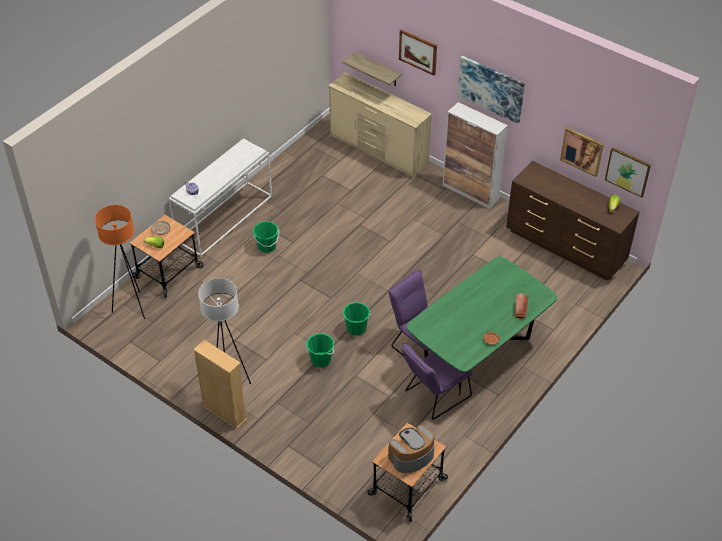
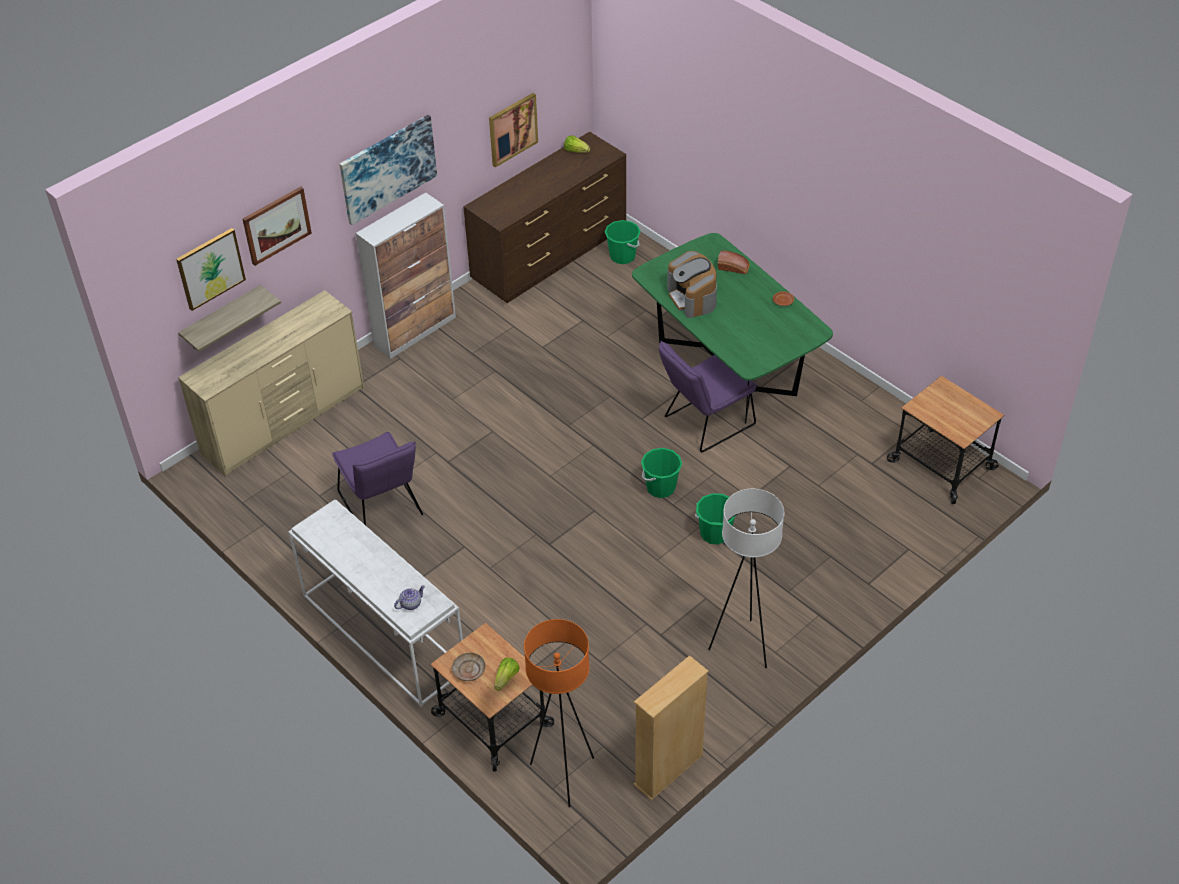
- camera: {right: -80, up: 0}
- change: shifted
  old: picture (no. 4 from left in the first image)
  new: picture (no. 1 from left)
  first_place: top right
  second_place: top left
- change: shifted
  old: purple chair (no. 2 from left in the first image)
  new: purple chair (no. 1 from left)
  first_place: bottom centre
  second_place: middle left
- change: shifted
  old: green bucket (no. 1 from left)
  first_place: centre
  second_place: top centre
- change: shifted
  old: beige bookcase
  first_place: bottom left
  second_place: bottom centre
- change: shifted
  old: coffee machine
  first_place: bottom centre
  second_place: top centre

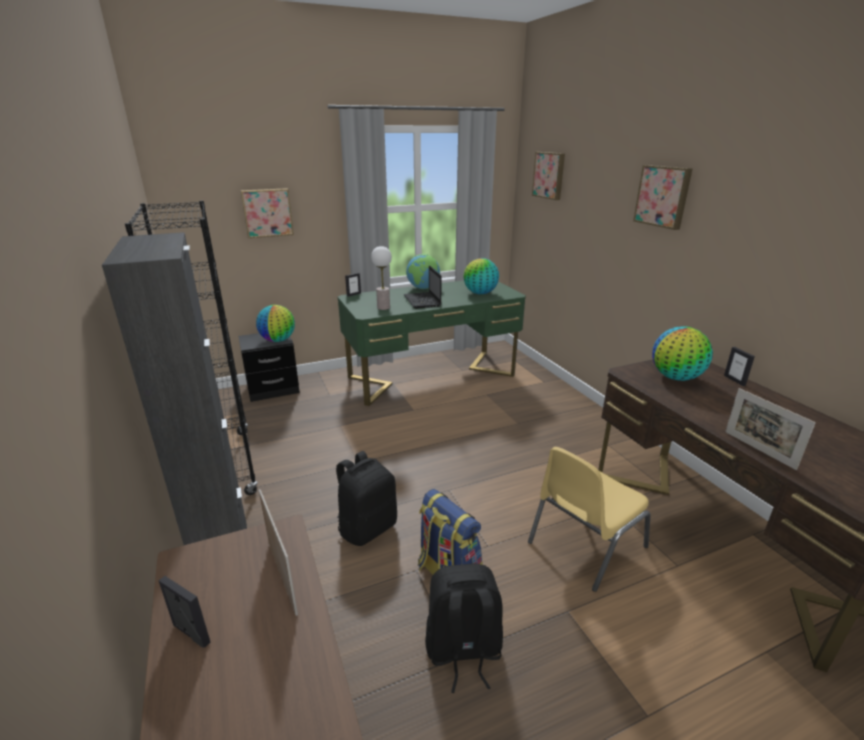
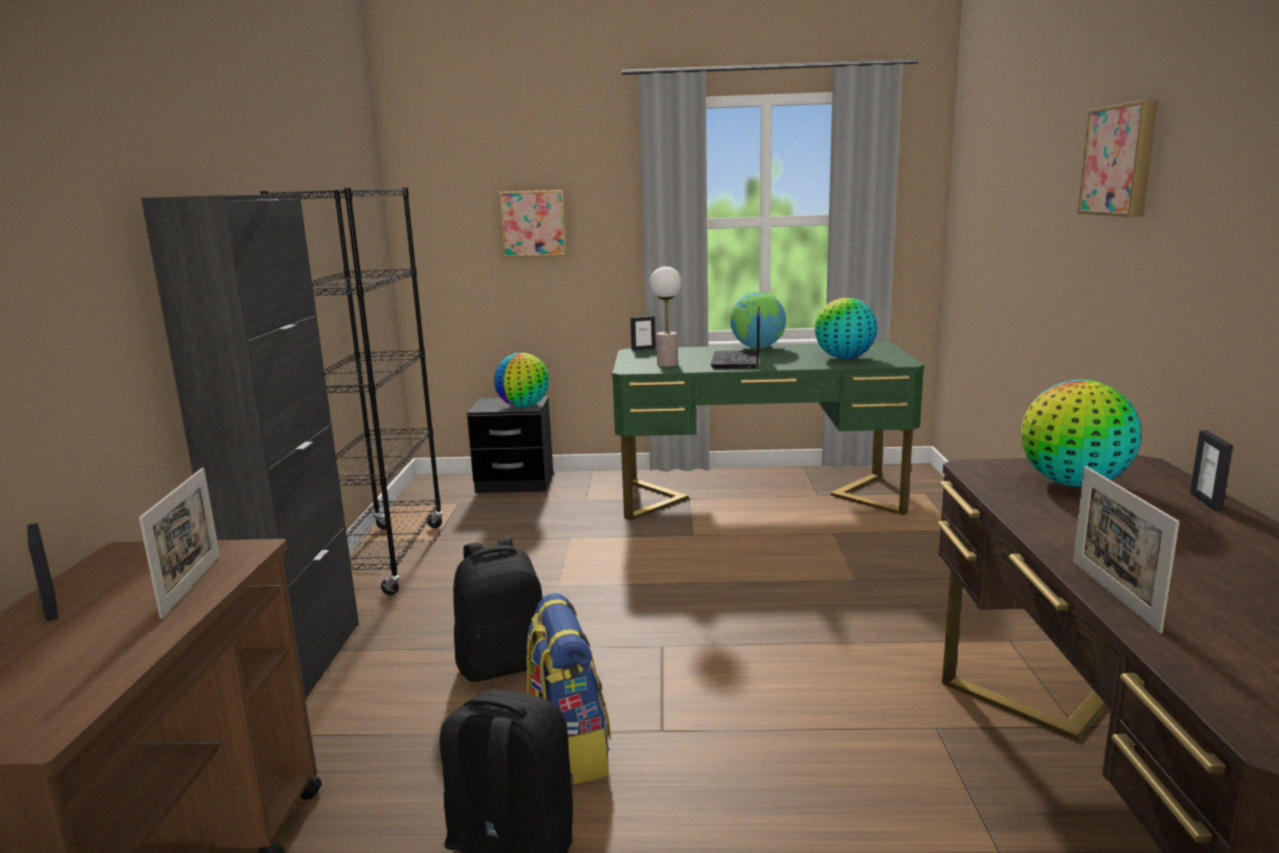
- camera: {right: 25, up: -10}
- change: gone
  old: yellow chair
  first_place: bottom right
- change: gone
  old: picture (no. 2 from left)
  first_place: top centre

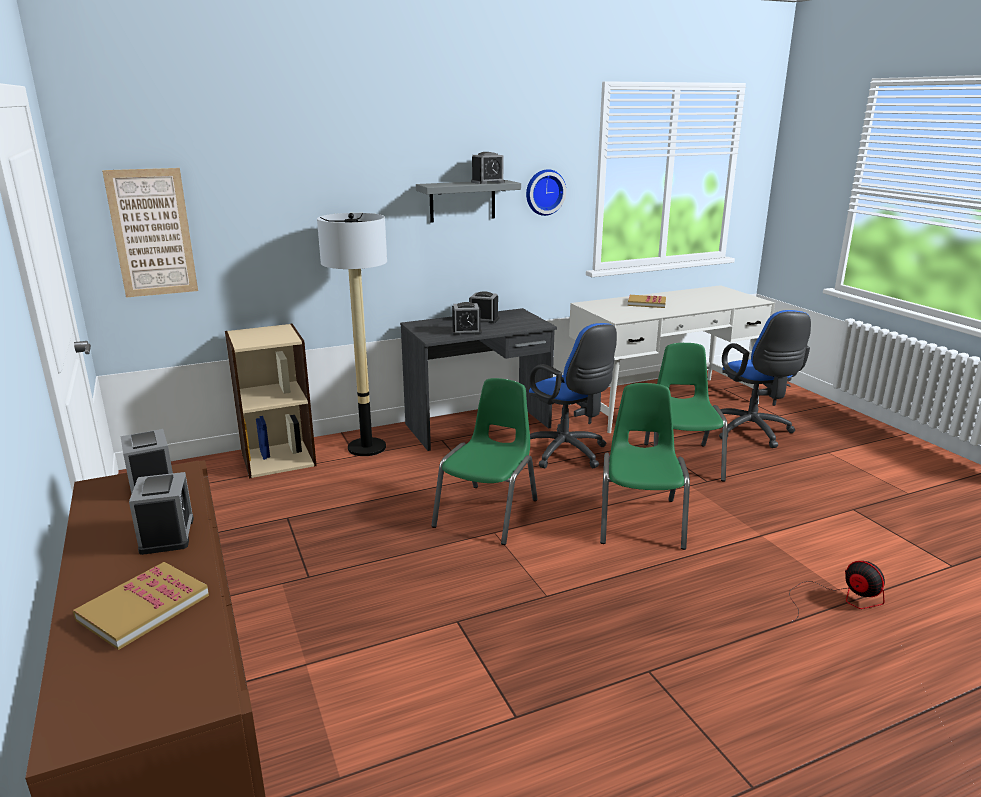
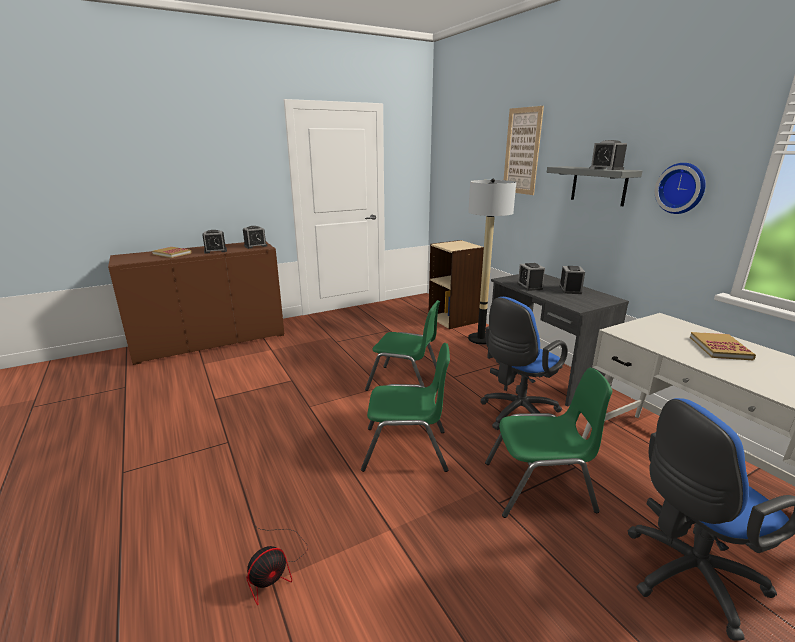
- camera: {right: 85, up: 0}
- change: shifted
  old: picture
  first_place: top left
  second_place: top centre

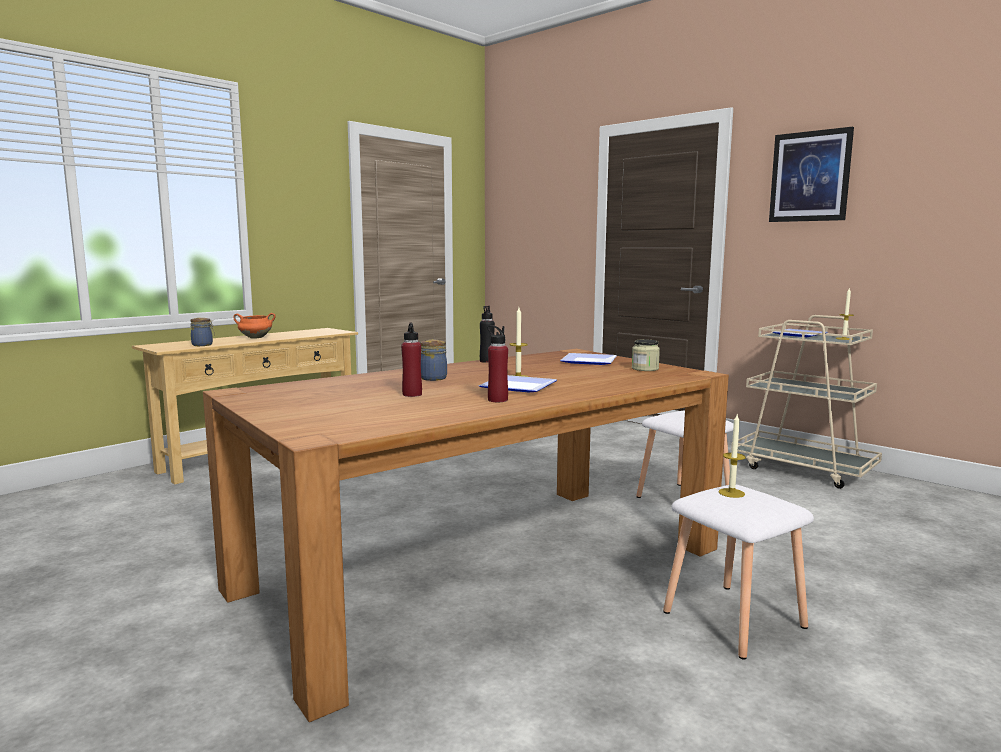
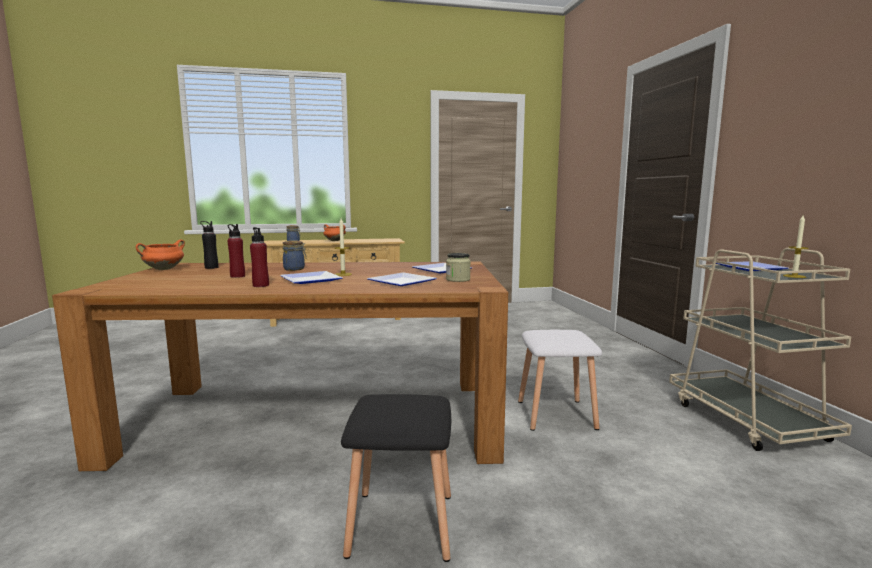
- camera: {right: 35, up: 0}
- change: new
  new: orange cooking pot (no. 1 from left)
  second_place: middle left
- change: shifted
  old: black bottle
  first_place: centre
  second_place: middle left
- change: repainted
  old: white stool (no. 2 from left)
  new: black stool
  first_place: bottom right
  second_place: bottom centre
- change: new
  new: plate (no. 2 from left)
  second_place: centre
- change: gone
  old: candle (no. 2 from left)
  first_place: middle right
- change: gone
  old: picture
  first_place: top right

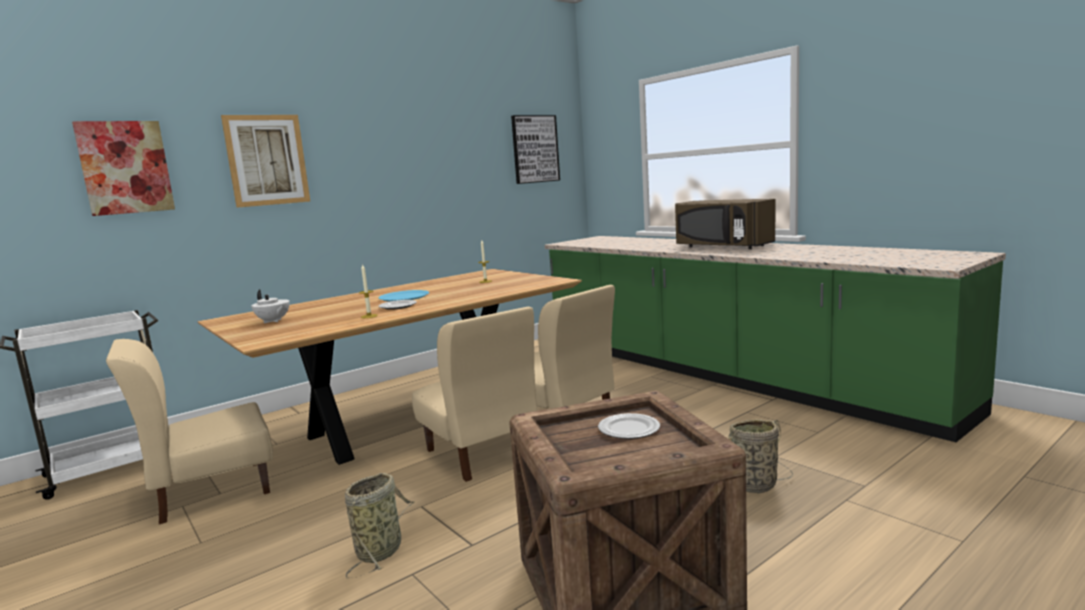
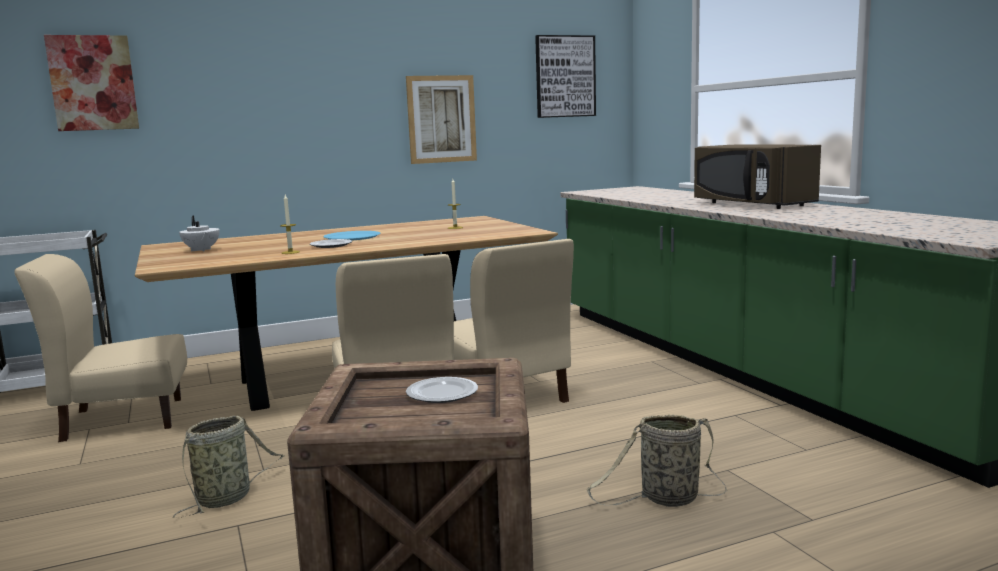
- camera: {right: 15, up: 0}
- change: shifted
  old: picture (no. 2 from left)
  first_place: top left
  second_place: top centre

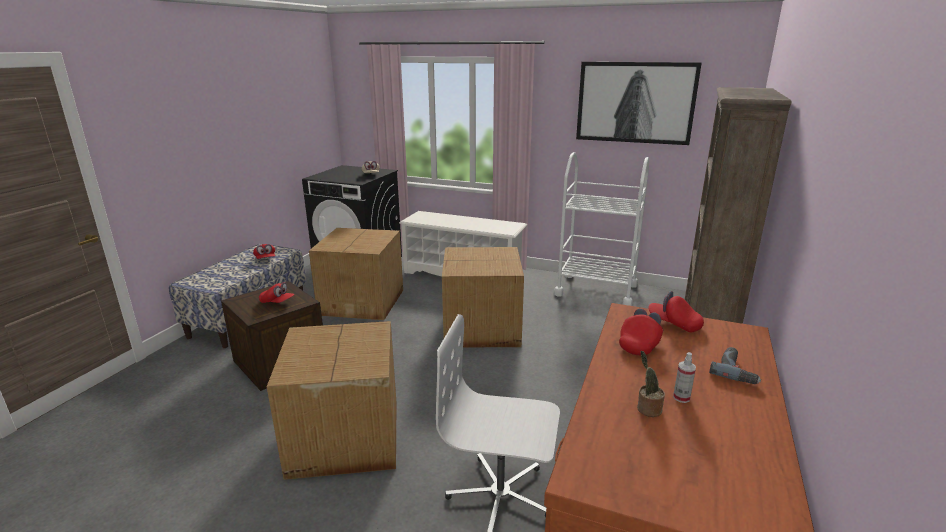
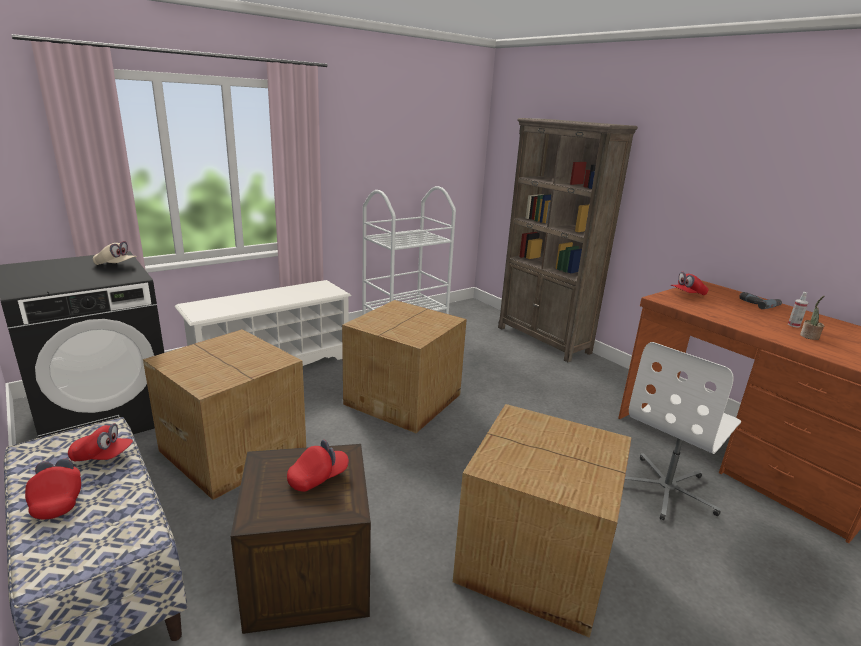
- camera: {right: -60, up: 0}
- change: shifted
  old: red cap (no. 3 from left in the first image)
  new: red cap (no. 1 from left)
  first_place: middle right
  second_place: bottom left
- change: gone
  old: picture
  first_place: top right

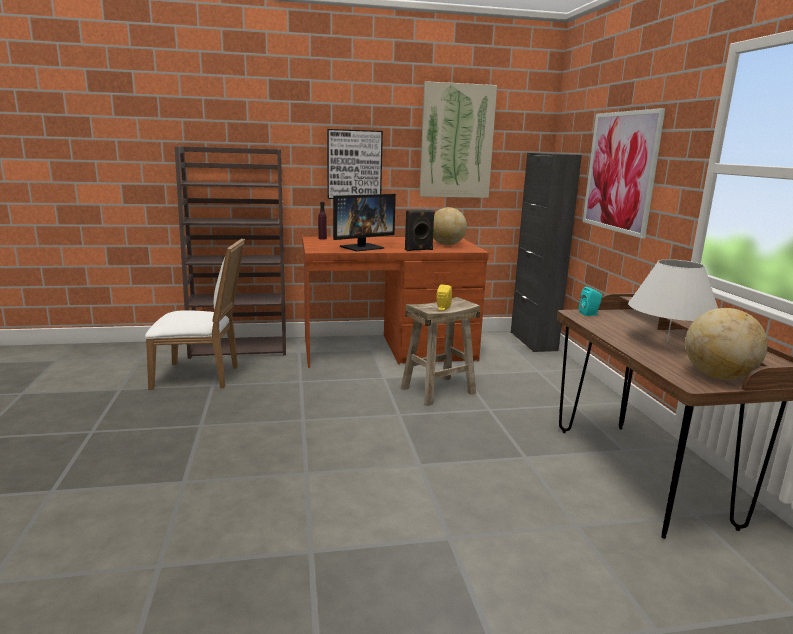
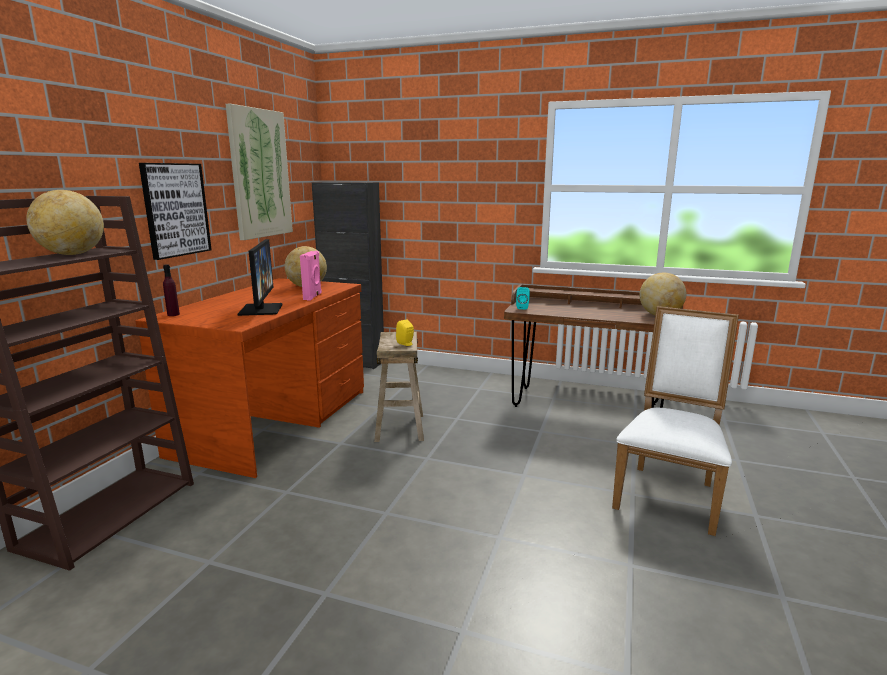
- camera: {right: -60, up: 0}
- change: new
  new: globe (no. 1 from left)
  second_place: top left
- change: repainted
  old: black speaker
  new: pink speaker
  first_place: centre
  second_place: centre
- change: shifted
  old: white chair
  first_place: middle left
  second_place: middle right
- change: gone
  old: picture (no. 3 from left)
  first_place: top right
- change: gone
  old: white table lamp
  first_place: middle right

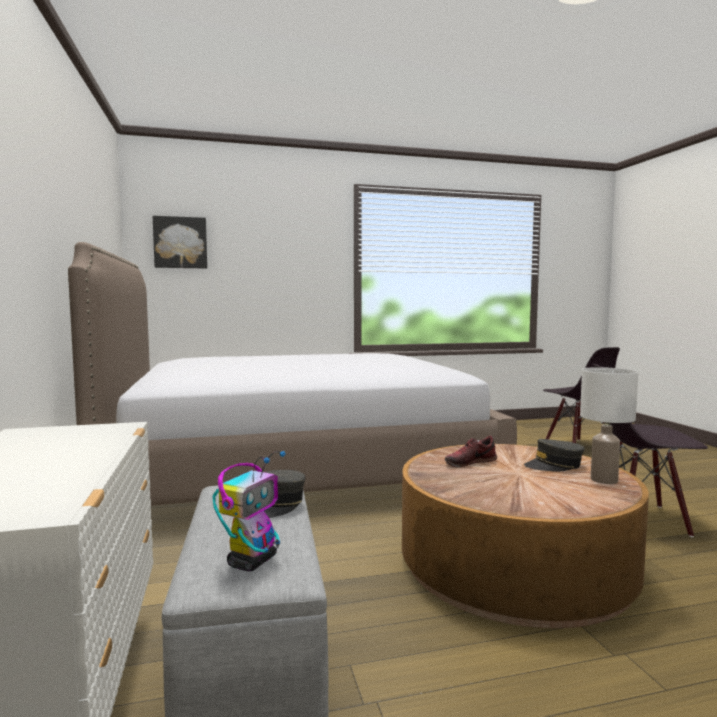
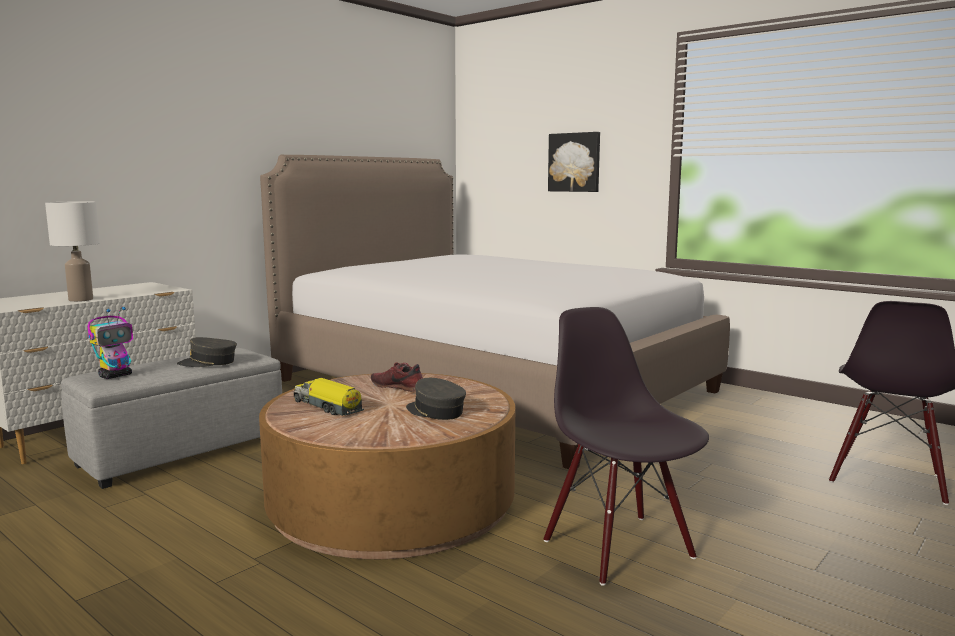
- camera: {right: 55, up: 5}
- change: shifted
  old: white table lamp
  first_place: middle right
  second_place: middle left
- change: rotated
  old: toy robot
  first_place: bottom centre
  second_place: middle left
  degrees: -45
- change: new
  new: toy truck
  second_place: centre
- change: shifted
  old: picture
  first_place: middle left
  second_place: top centre

